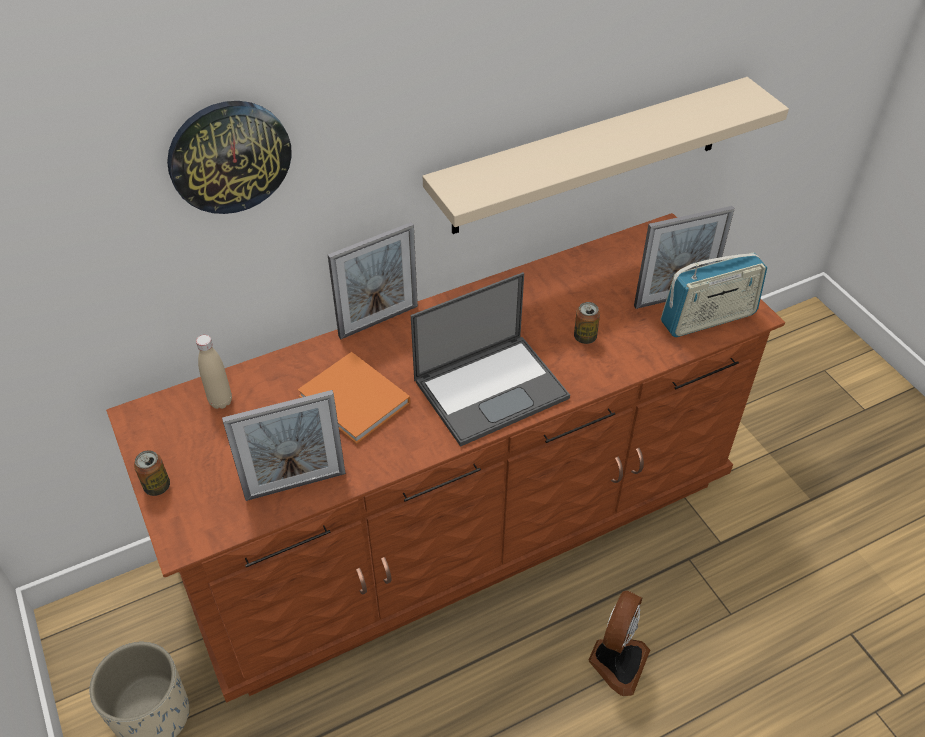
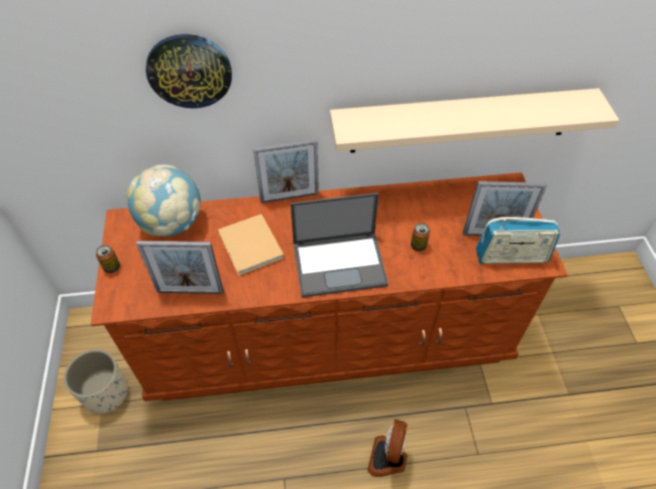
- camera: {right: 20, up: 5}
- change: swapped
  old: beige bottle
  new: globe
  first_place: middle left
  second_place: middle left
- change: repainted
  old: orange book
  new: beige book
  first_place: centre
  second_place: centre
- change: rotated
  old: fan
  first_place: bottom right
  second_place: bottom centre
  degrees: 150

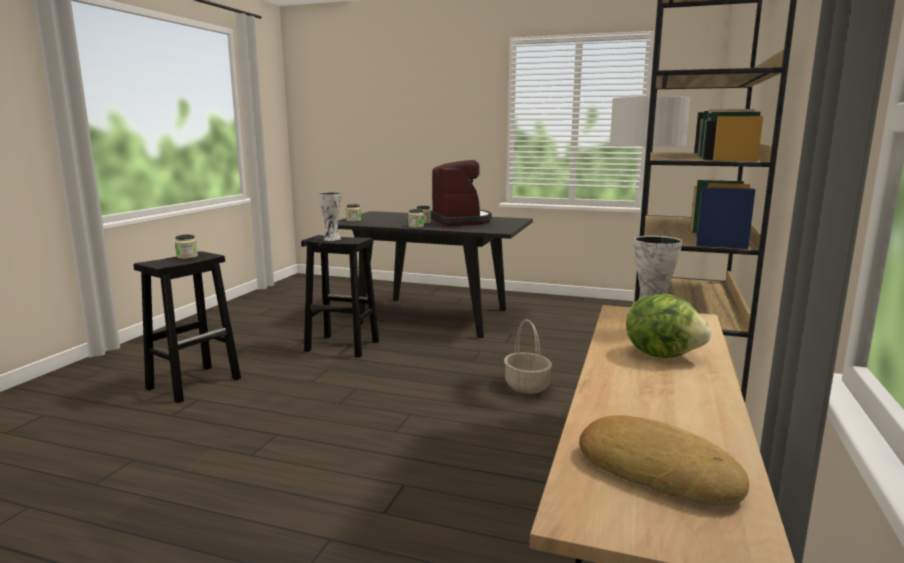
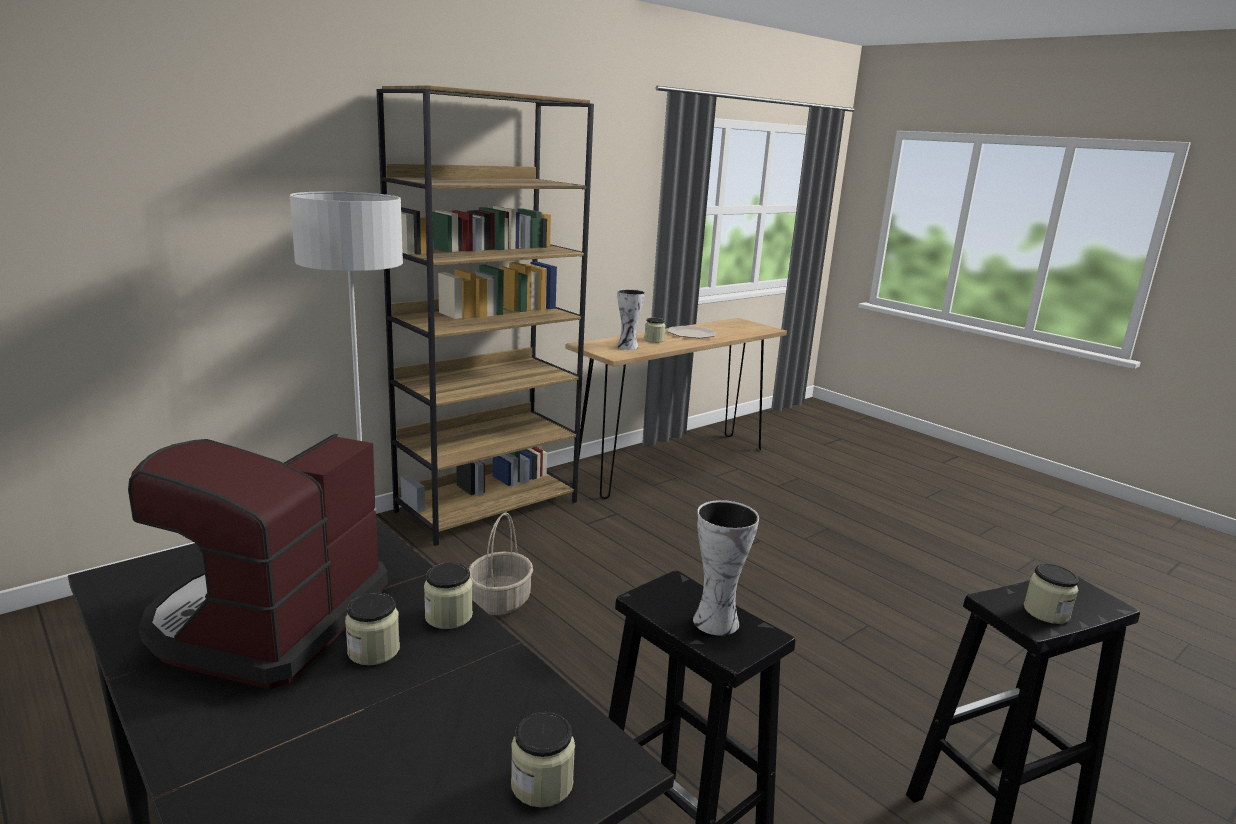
- camera: {right: -150, up: 5}
- change: swapped
  old: lettuce
  new: jar (no. 4 from left)
  first_place: middle right
  second_place: centre
- change: new
  new: plate
  second_place: centre
- change: gone
  old: bread
  first_place: bottom right

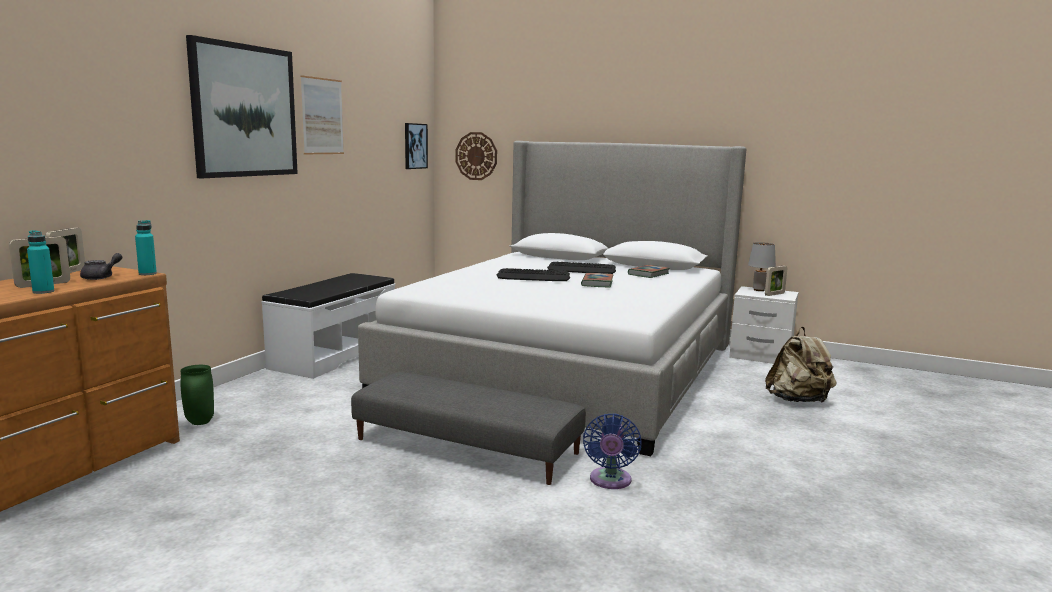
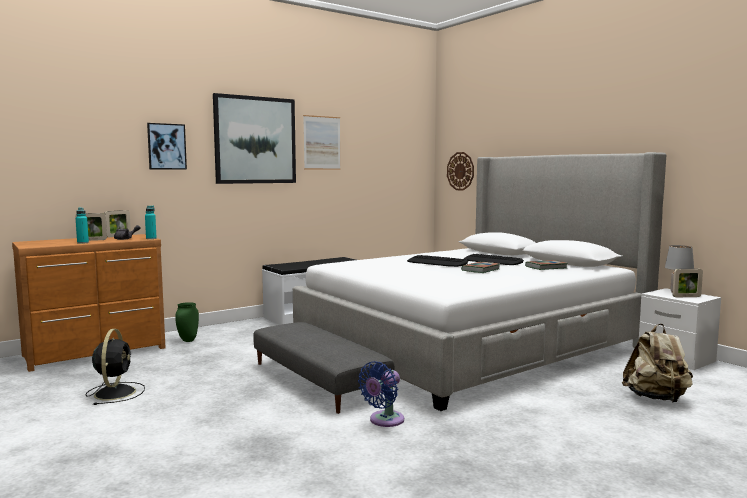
- camera: {right: 30, up: -5}
- change: new
  new: black fan
  second_place: bottom left
- change: shifted
  old: picture (no. 3 from left in the first image)
  new: picture (no. 1 from left)
  first_place: top centre
  second_place: top left

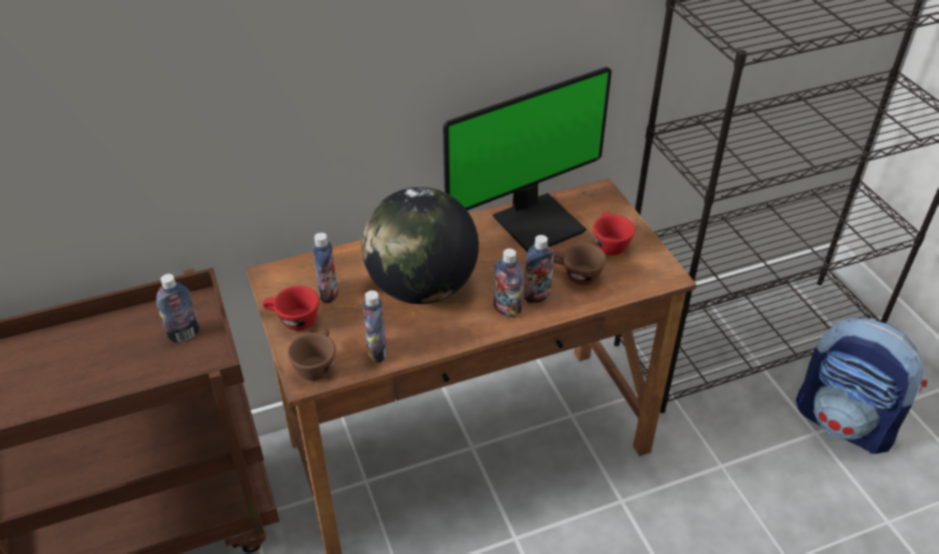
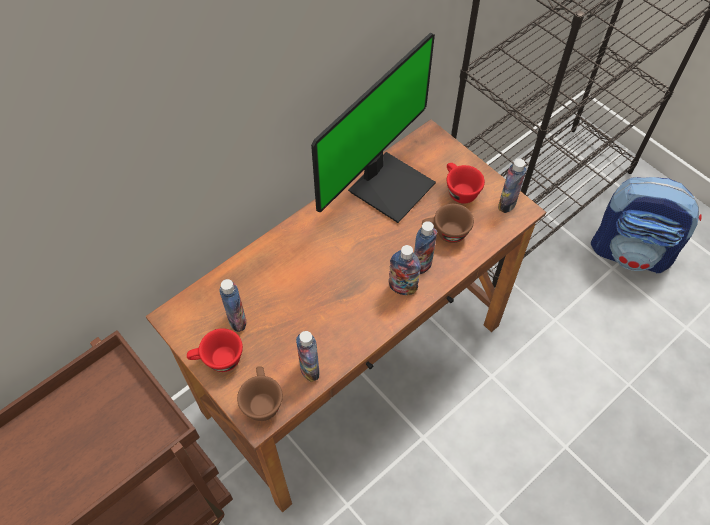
- camera: {right: -20, up: 15}
- change: shifted
  old: bottle (no. 1 from left in the first image)
  new: bottle (no. 5 from left)
  first_place: middle left
  second_place: middle right
- change: gone
  old: globe
  first_place: centre

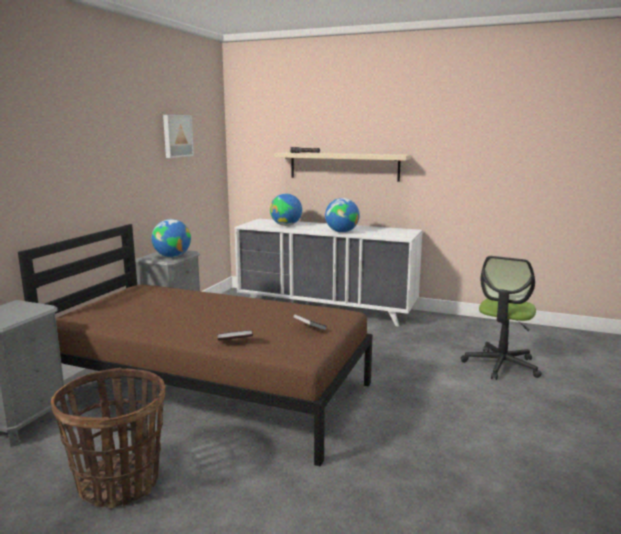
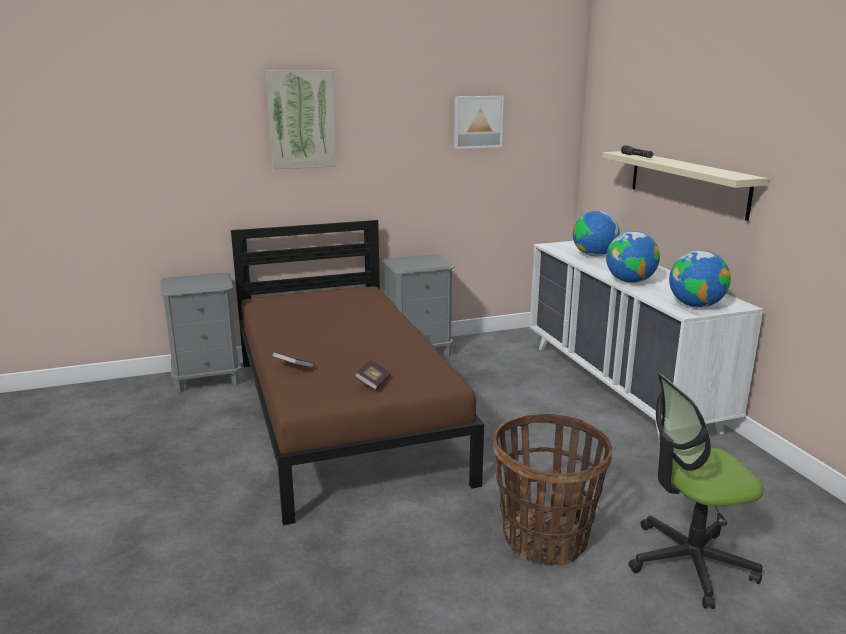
- camera: {right: 50, up: 5}
- change: new
  new: picture (no. 1 from left)
  second_place: top centre
- change: shifted
  old: basket
  first_place: bottom left
  second_place: bottom centre
- change: shifted
  old: globe (no. 1 from left in the first image)
  new: globe (no. 3 from left)
  first_place: middle left
  second_place: middle right

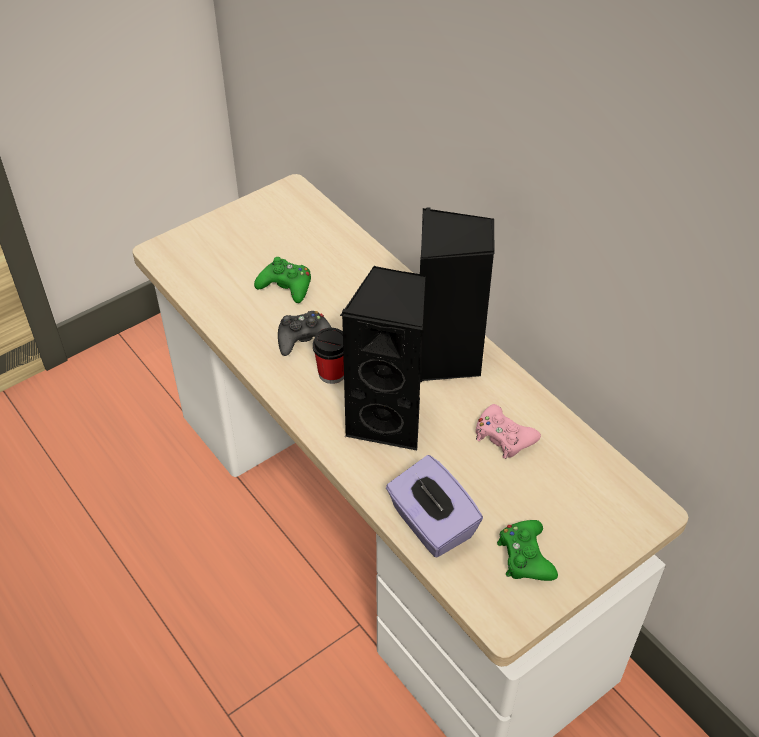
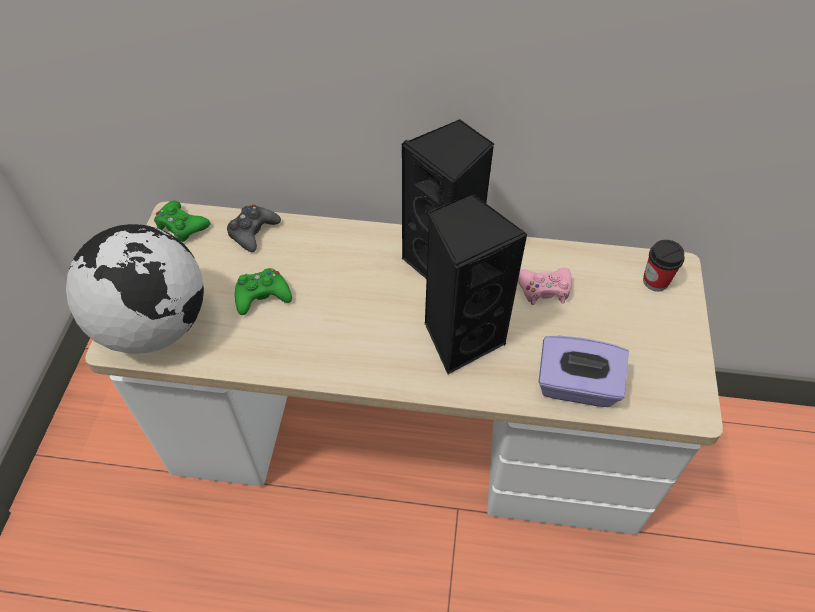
- camera: {right: -45, up: 5}
- change: new
  new: globe
  second_place: middle left
- change: shifted
  old: green game controller (no. 2 from left in the first image)
  new: green game controller (no. 1 from left)
  first_place: bottom right
  second_place: middle left
- change: shifted
  old: black game controller
  first_place: centre
  second_place: middle left
- change: shifted
  old: cup
  first_place: centre
  second_place: middle right

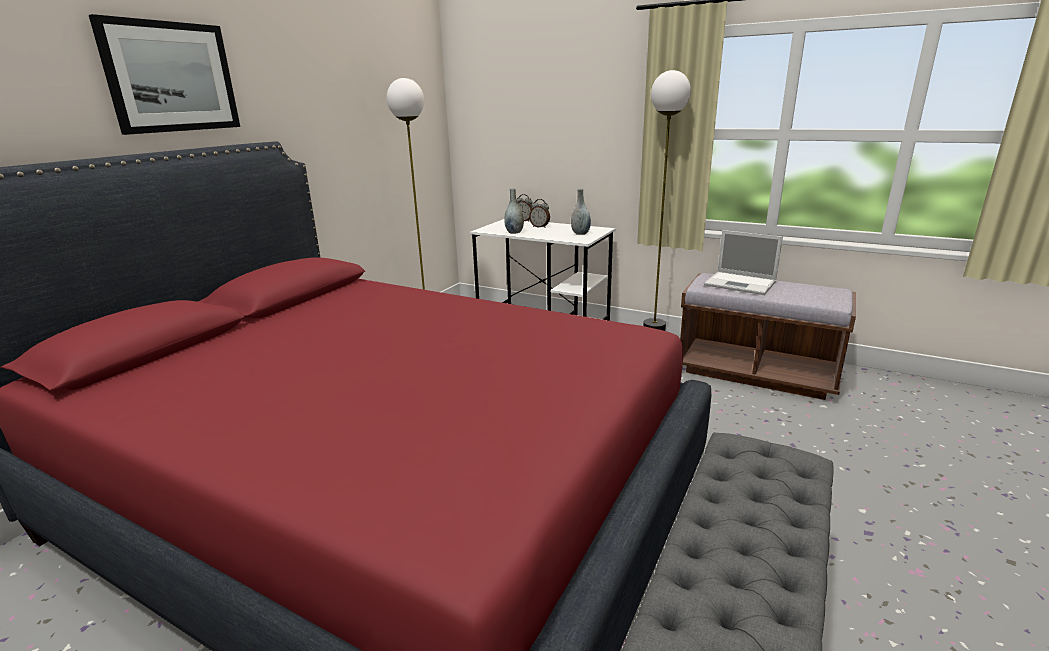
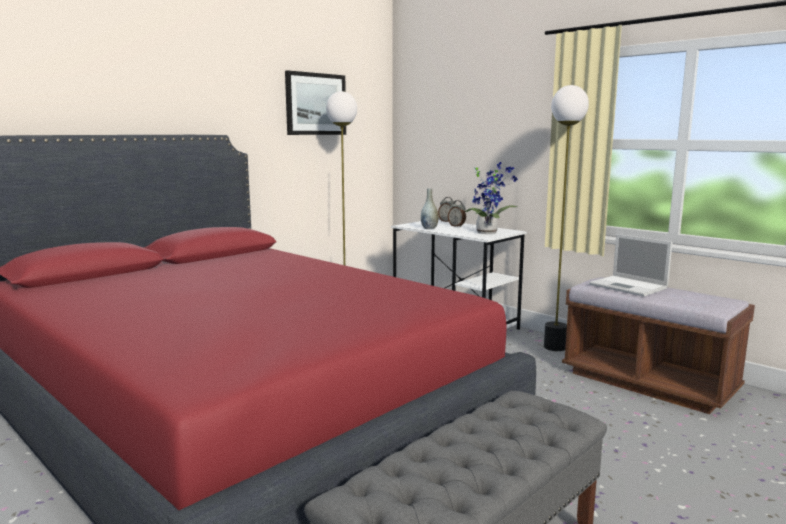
- camera: {right: 15, up: -10}
- change: shifted
  old: picture
  first_place: top left
  second_place: top centre
- change: swapped
  old: grey vase (no. 2 from left)
  new: potted plant
  first_place: top centre
  second_place: centre

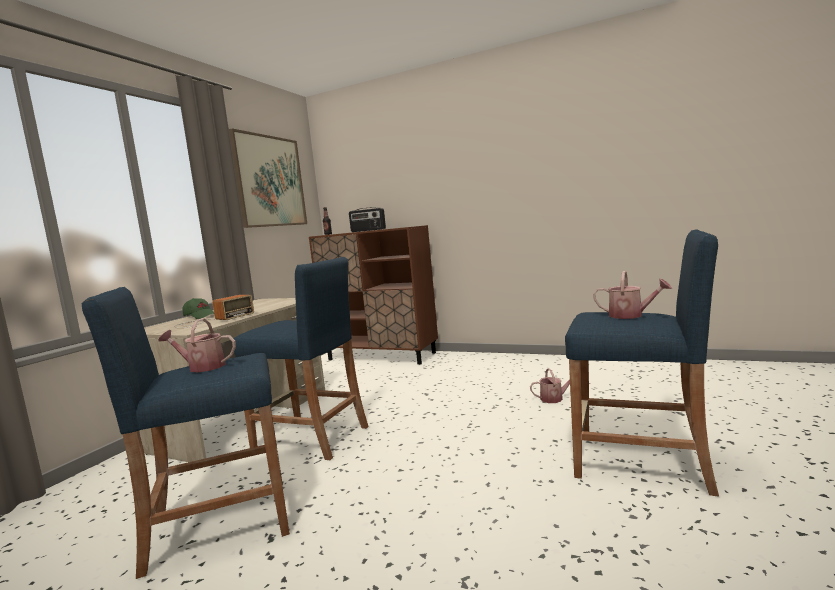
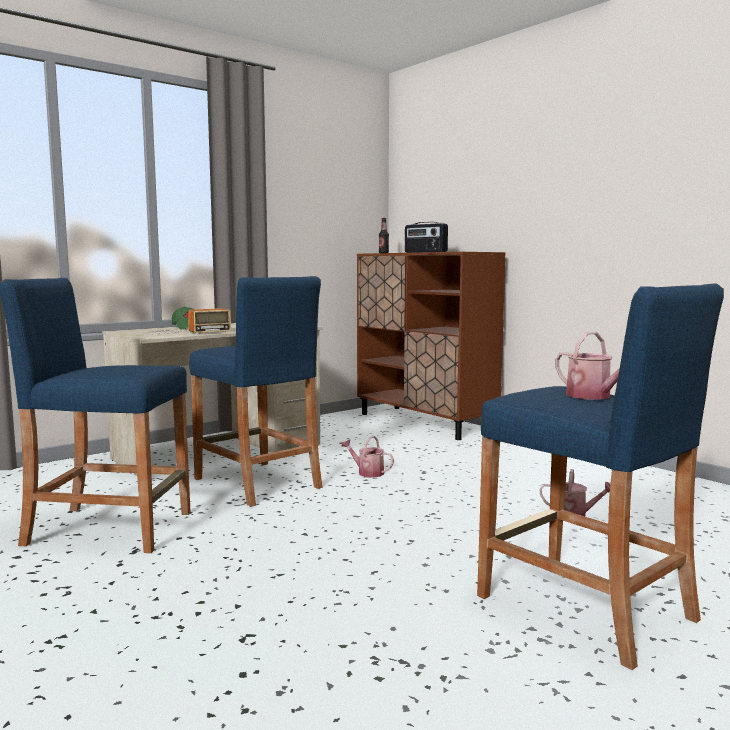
- camera: {right: 25, up: 0}
- change: shifted
  old: watering can (no. 1 from left)
  first_place: middle left
  second_place: centre
- change: gone
  old: picture
  first_place: top left

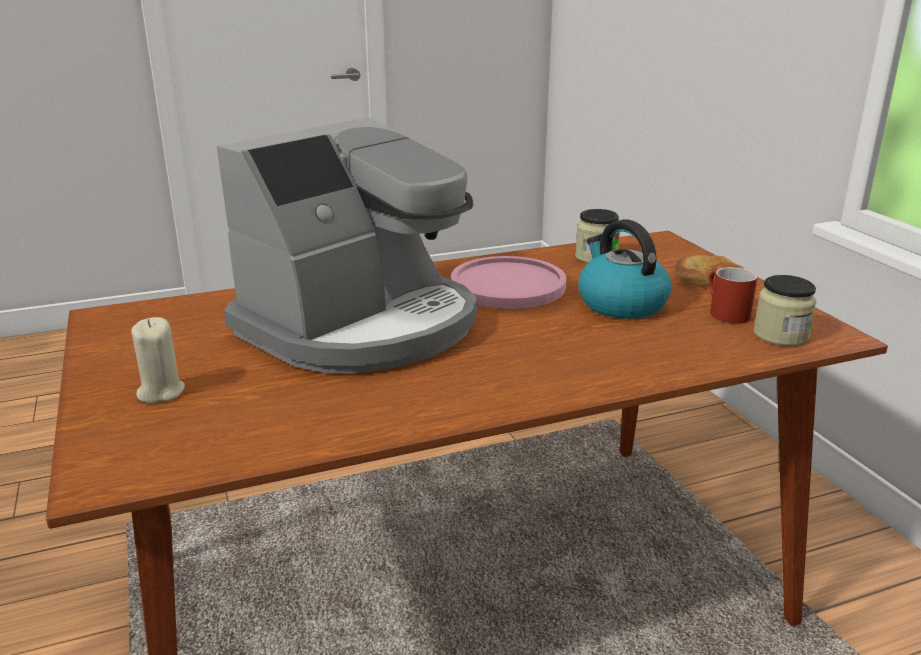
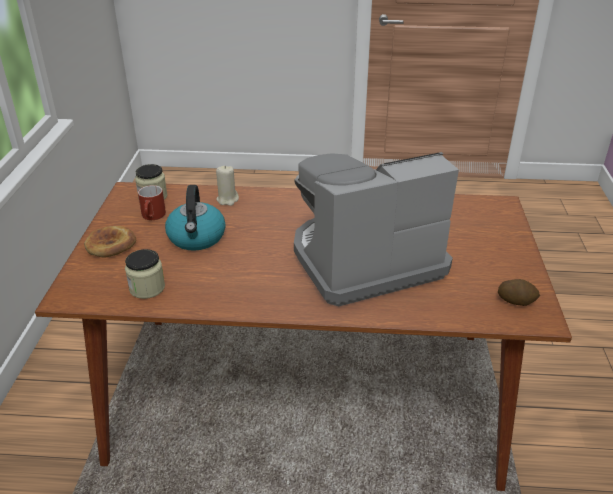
- camera: {right: -155, up: 10}
- change: shifted
  old: beige candle
  first_place: middle left
  second_place: centre
- change: new
  new: potato
  second_place: middle right
- change: gone
  old: pink plate
  first_place: centre

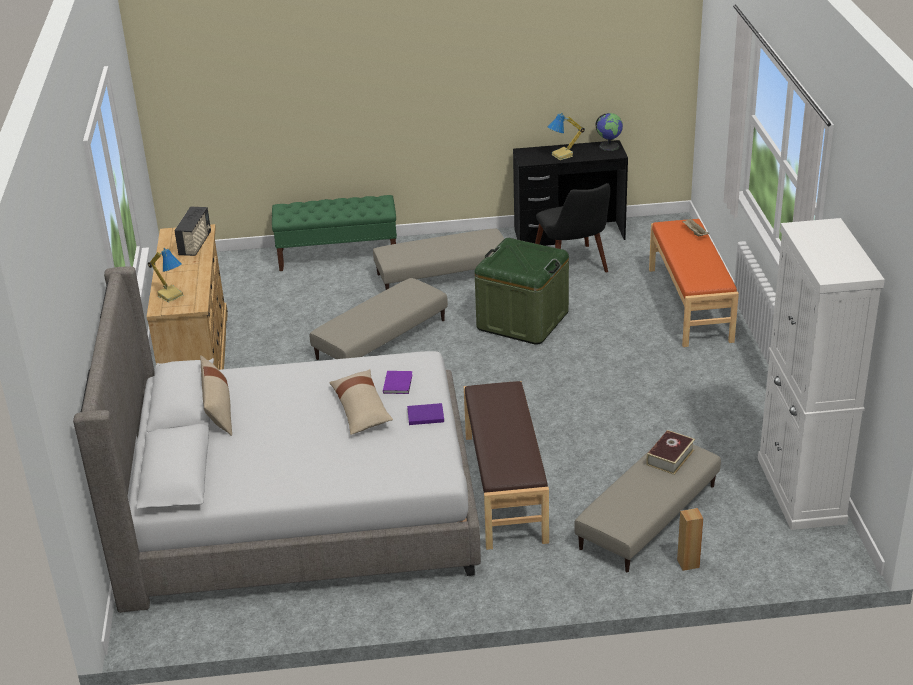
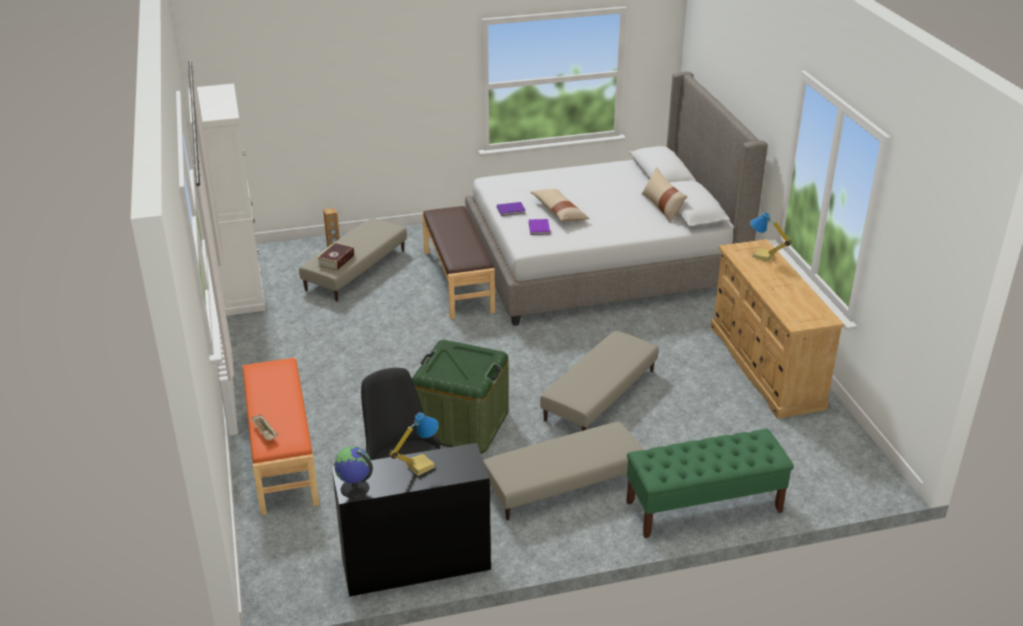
- camera: {right: 170, up: 0}
- change: gone
  old: radio
  first_place: middle left

